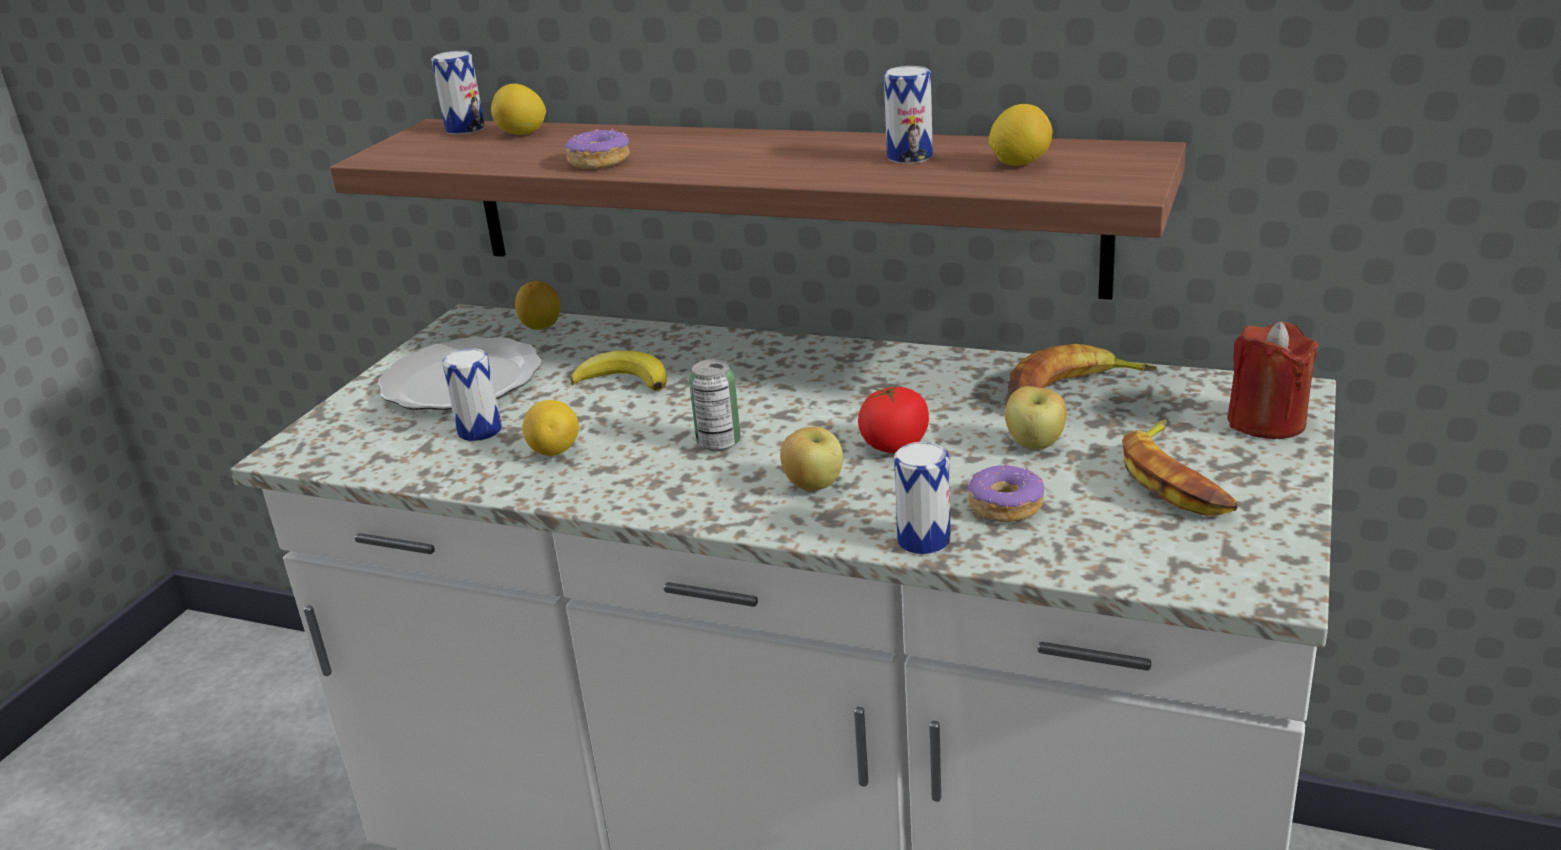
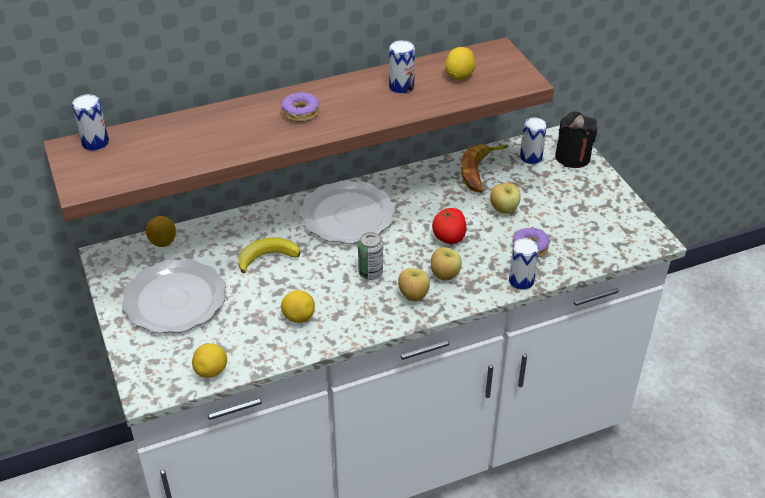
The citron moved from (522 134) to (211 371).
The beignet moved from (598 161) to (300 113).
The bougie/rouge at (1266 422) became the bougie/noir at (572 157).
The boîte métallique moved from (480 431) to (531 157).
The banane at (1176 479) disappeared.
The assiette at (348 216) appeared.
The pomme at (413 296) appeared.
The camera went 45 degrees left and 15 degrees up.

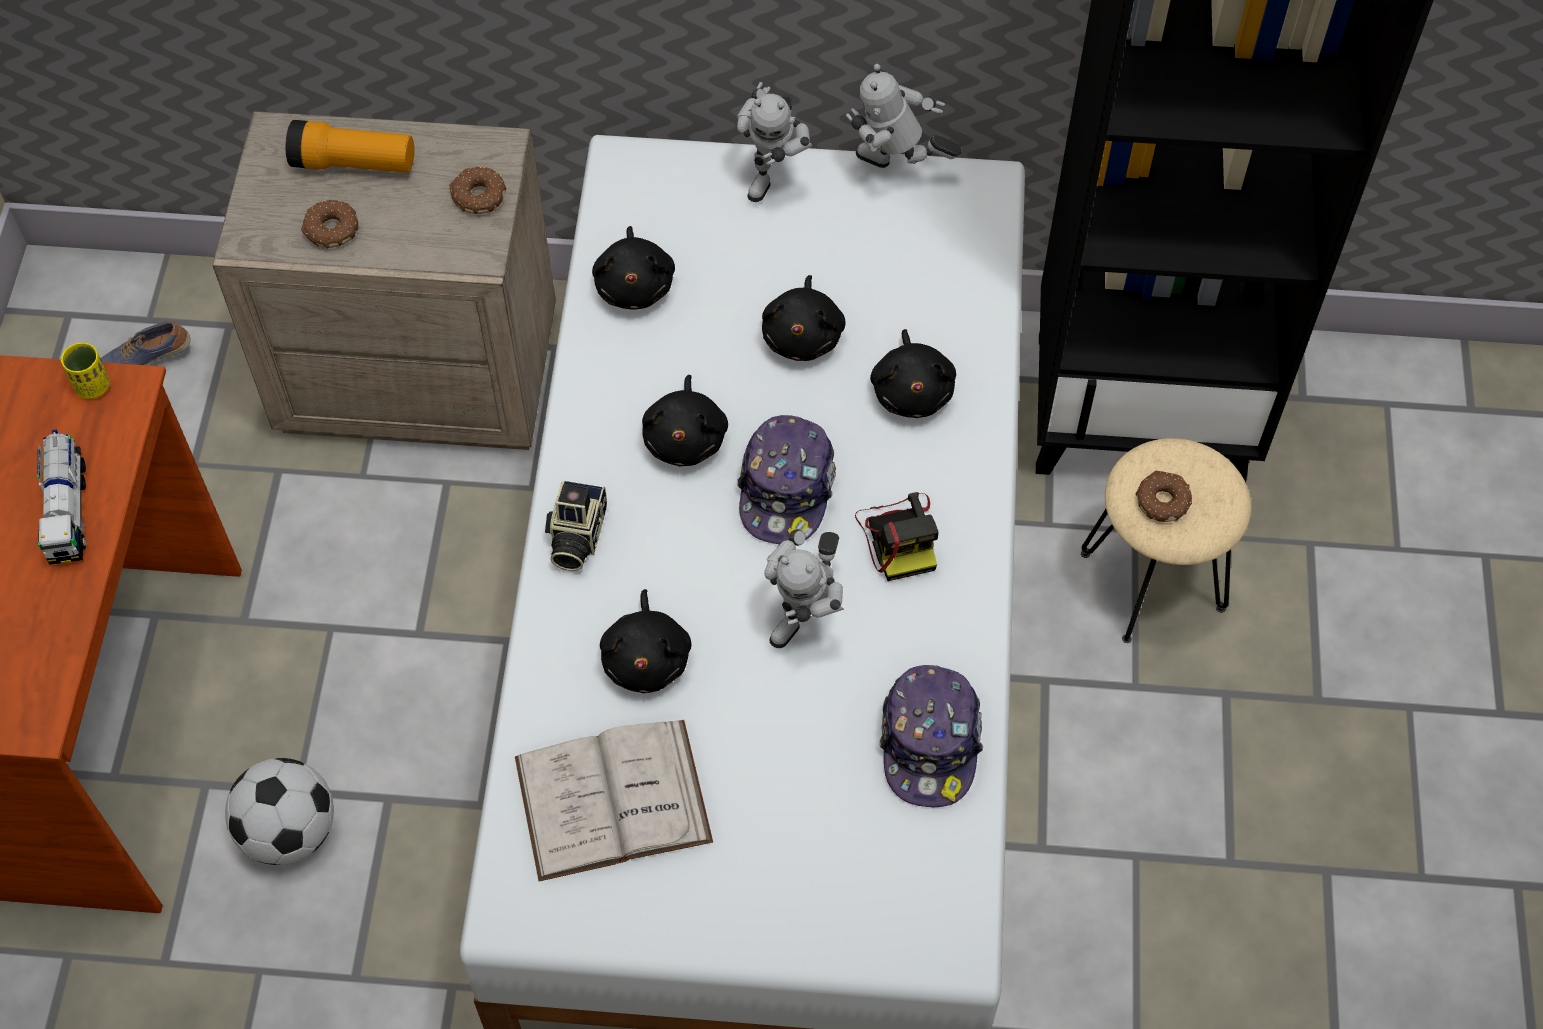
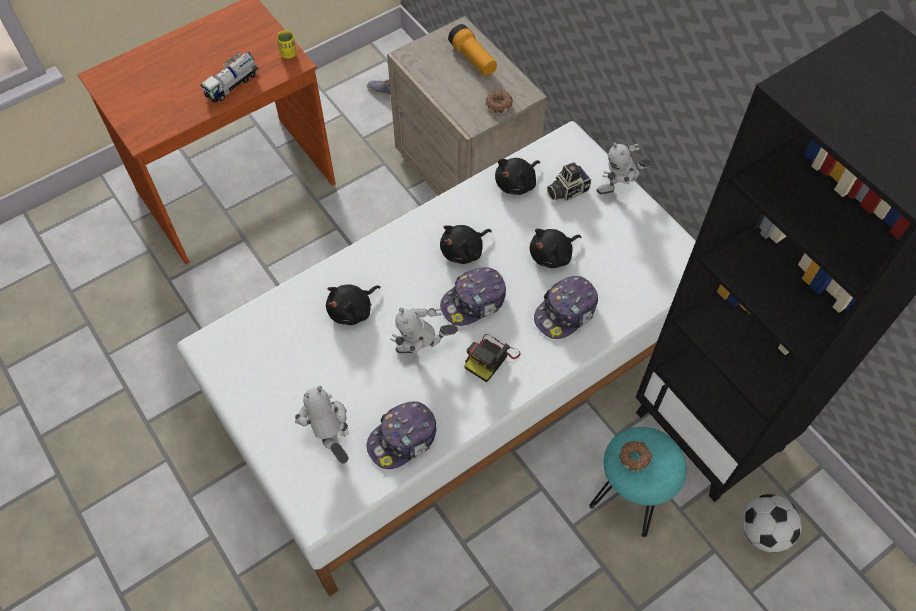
The robot jouet moved from (896 172) to (331 440).
The beignet at (331 230) disappeared.
The peluche/noir at (912 390) was replaced by the casquette at (566 312).
The tabouret/beige at (1152 579) became the tabouret/turquoise at (630 496).
The appareil photo moved from (575 536) to (566 190).
The livre/blanc at (612 799) disappeared.
The ballon de foot moved from (290 831) to (763 531).
The camera went 50 degrees right and 0 degrees up.

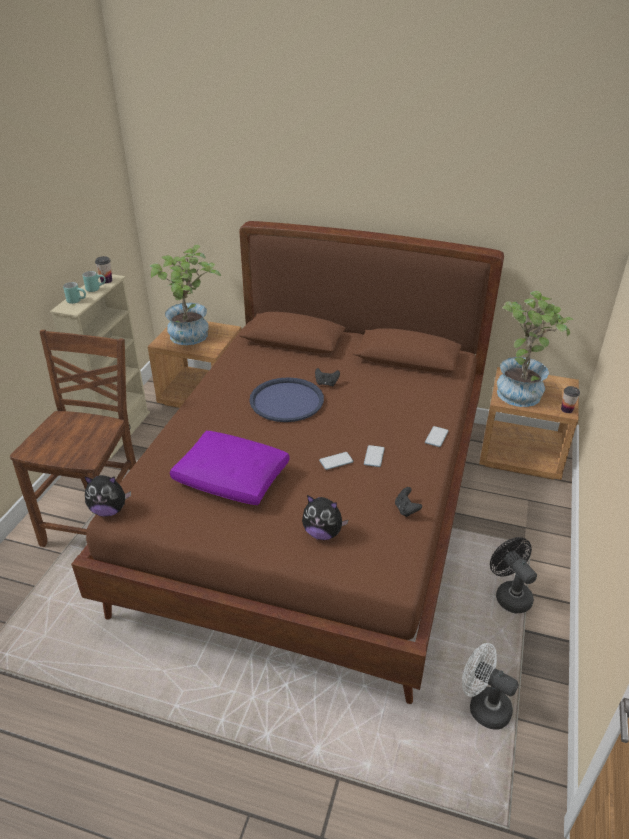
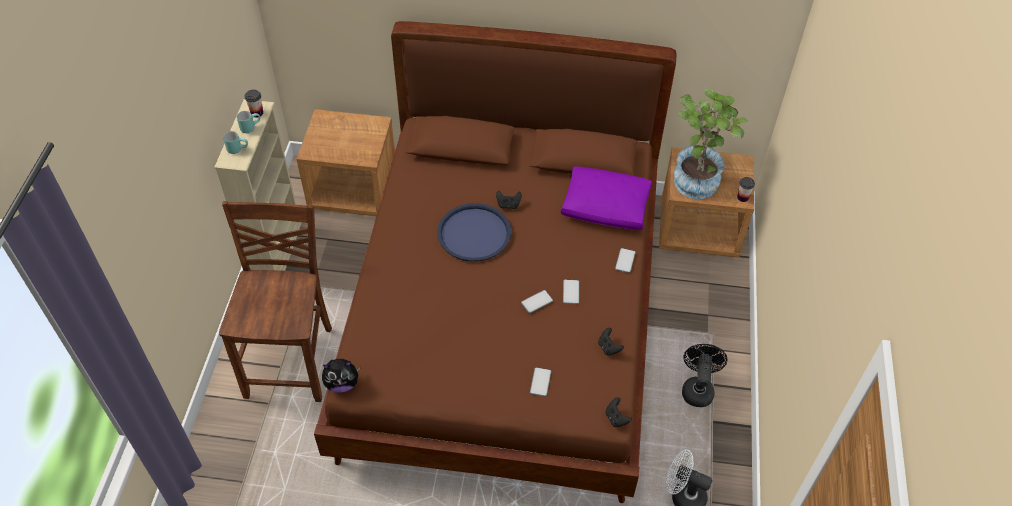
The plante en pot at (191 338) disappeared.
The coussin/violet moved from (232 478) to (606 206).
The peluche at (323 533) was replaced by the téléphone at (540 382).
The ventilateur/noir at (509 594) turned 45 degrees clockwise.
The manette/noir at (616 418) appeared.
The camera went 10 degrees left and 15 degrees up.

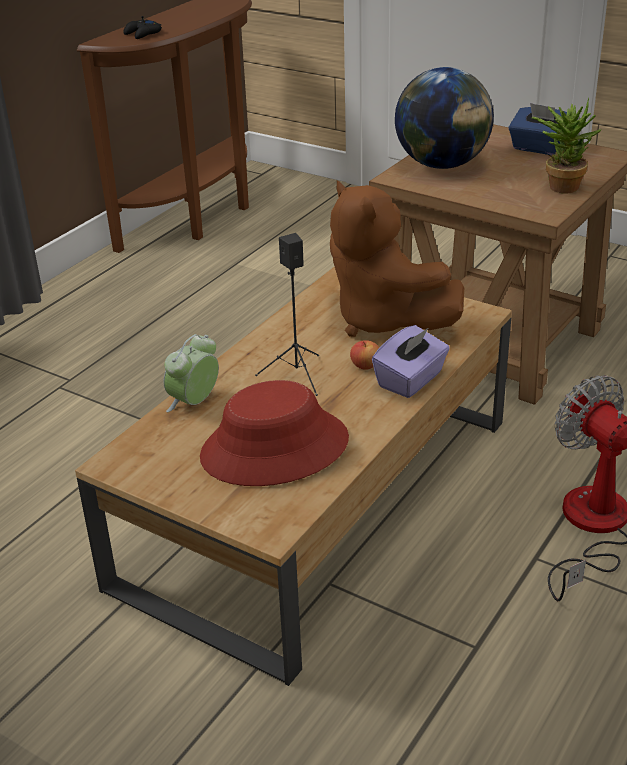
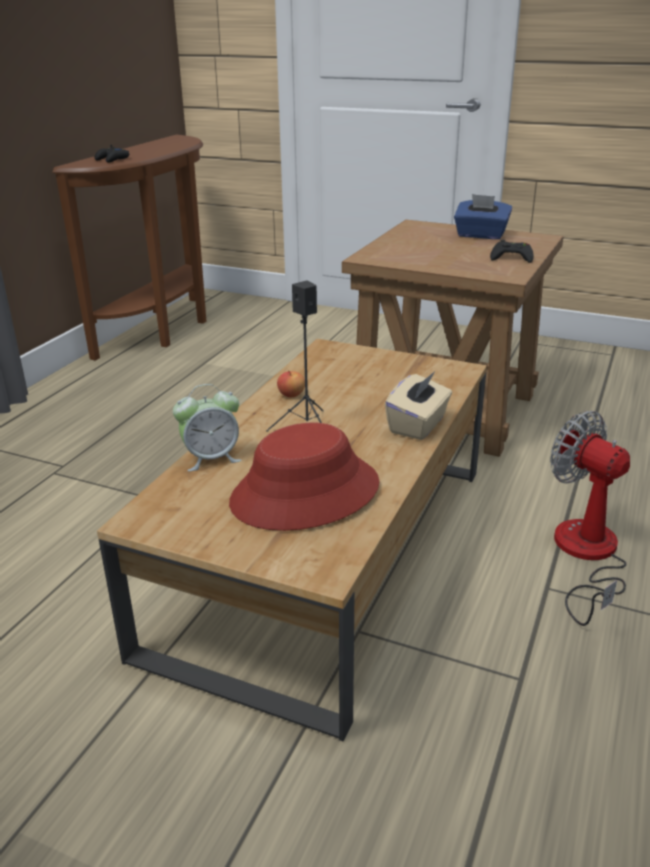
The globe at (442 165) disappeared.
The plante en pot at (560 185) was replaced by the manette/noir at (511 257).
The peluche/marron at (383 320) disappeared.
The boîte à mouchoirs/violet at (411 380) became the boîte à mouchoirs/beige at (418 425).
The réveil at (194 403) turned 135 degrees counterclockwise.
The pomme moved from (365 366) to (291 394).
The camera went 10 degrees left and 5 degrees down.

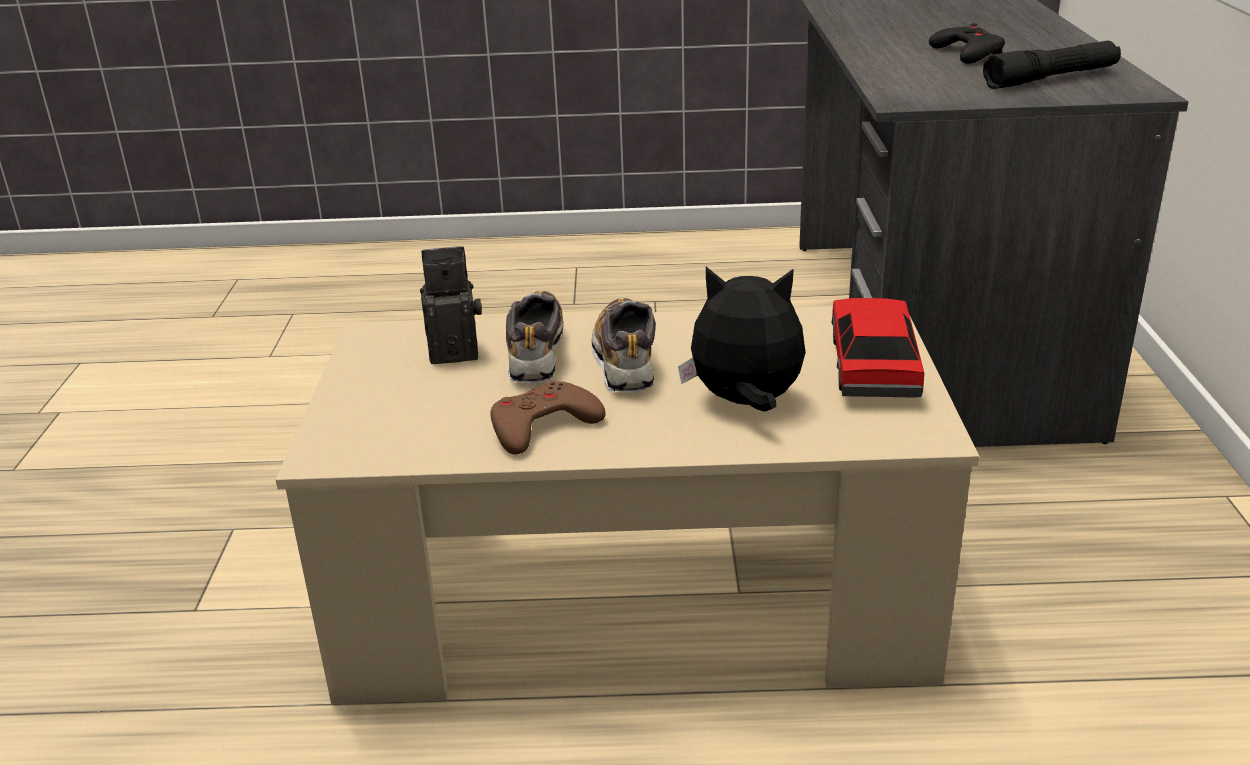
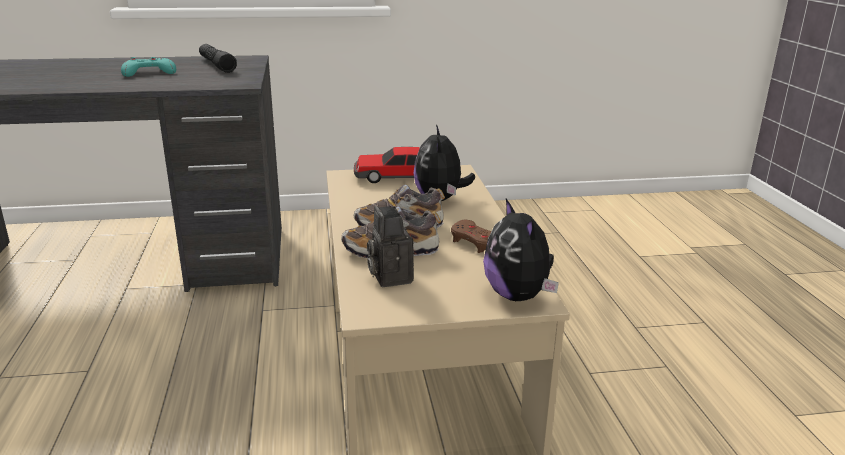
The manette/noir at (967 53) became the manette/turquoise at (149 73).
The peluche at (518 295) appeared.
The camera went 100 degrees left and 5 degrees down.

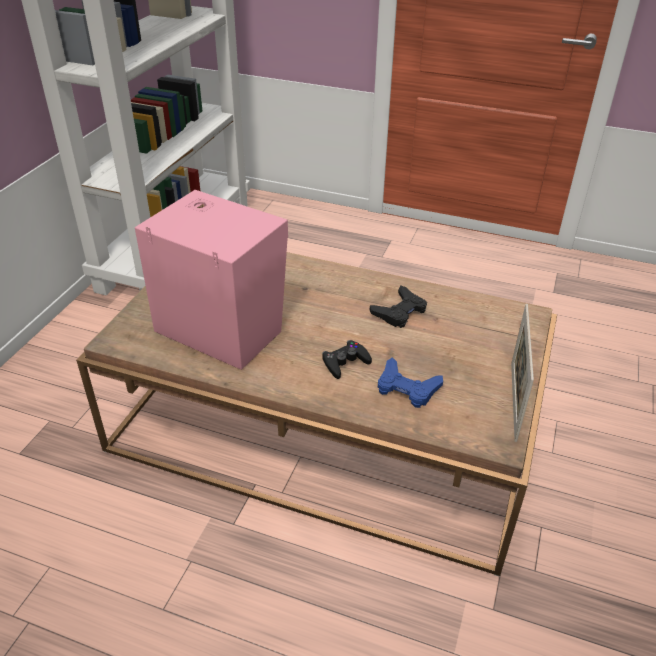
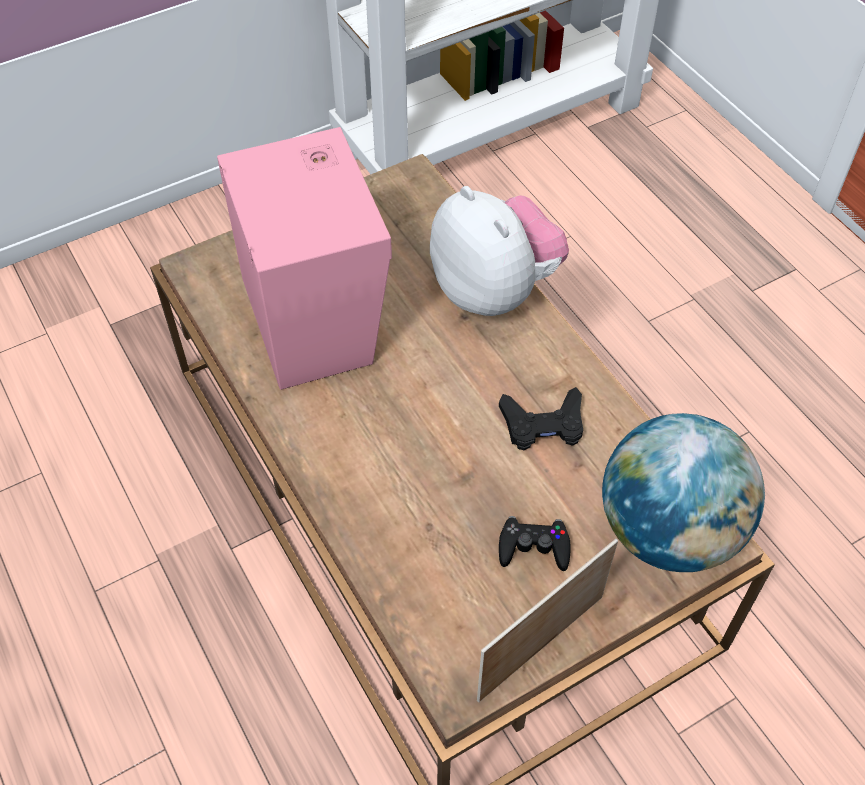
The manette/noir moved from (345 363) to (533 547).
The manette/bleu at (407 388) disappeared.
The peluche at (494 290) appeared.
The globe at (668 531) appeared.
The camera went 40 degrees right and 15 degrees up.

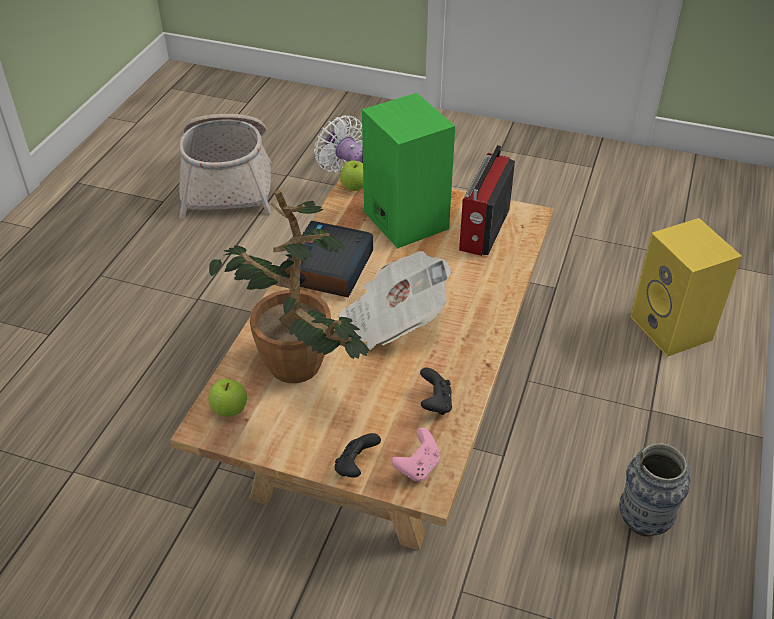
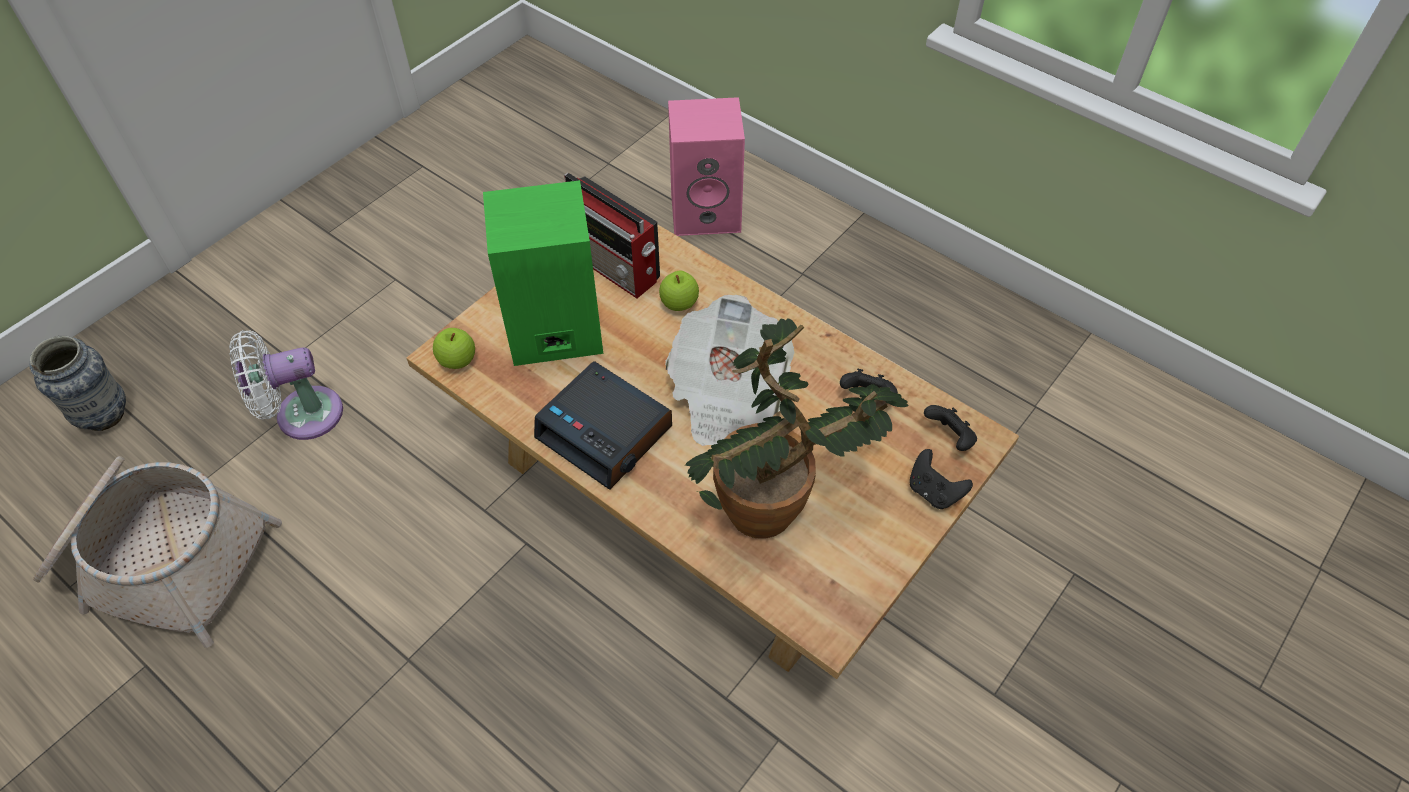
The enceinte/jaune at (673 329) became the enceinte/rose at (707 212).
The pomme moved from (229 410) to (679 304).
The manette/rose at (418 467) became the manette/noir at (949 438).
The vase moved from (643 521) to (104 416).
The camera went 70 degrees left and 10 degrees up.

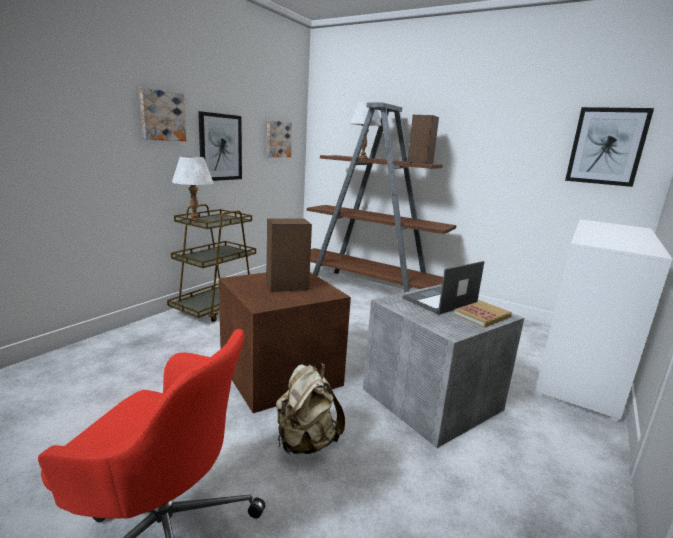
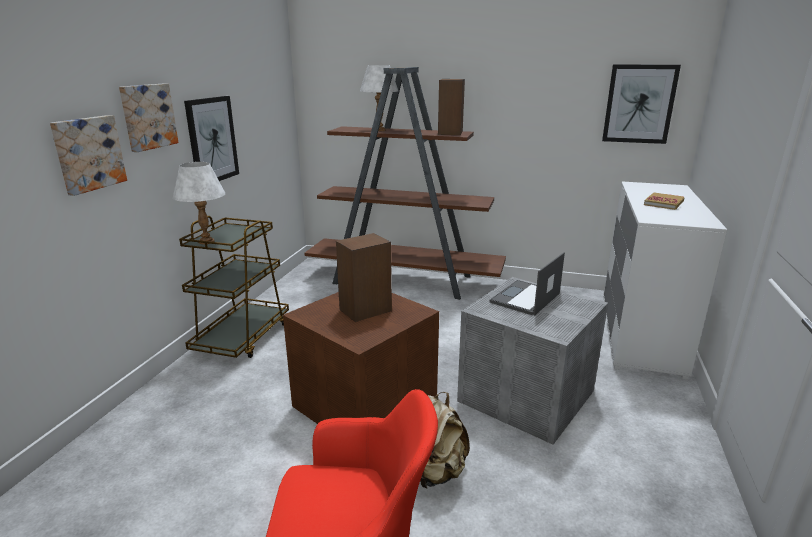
The tableau moved from (278 139) to (88 153).
The livre moved from (482 316) to (663 203).
The camera went 15 degrees left and 5 degrees up.

